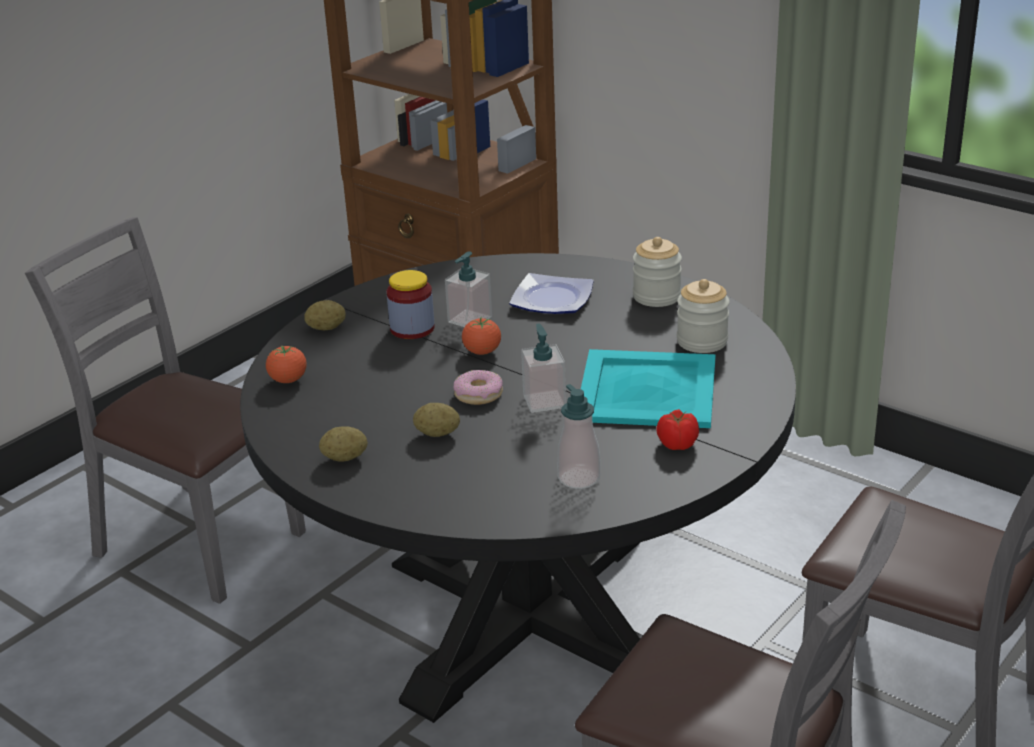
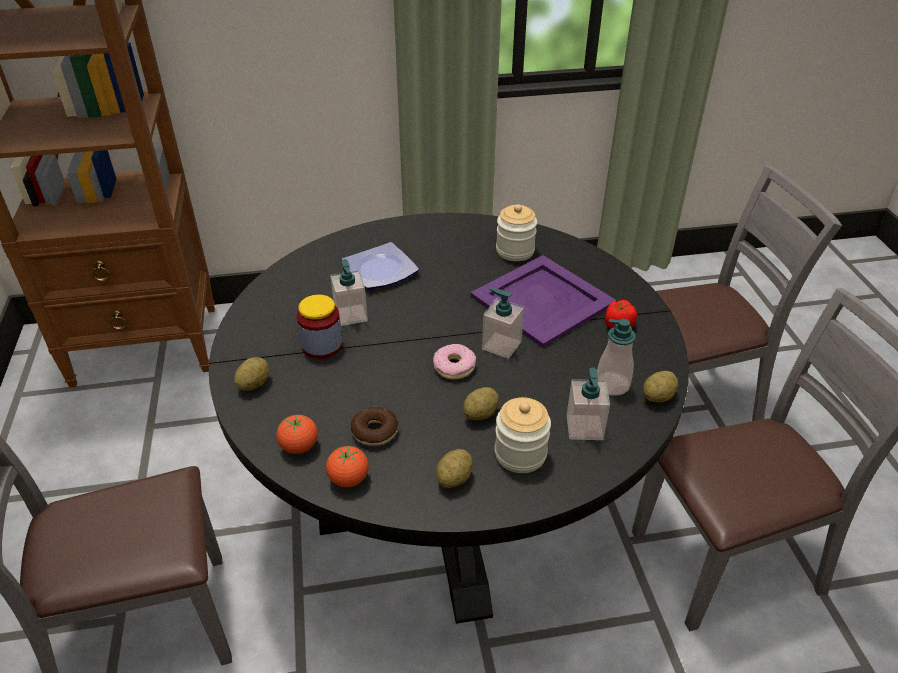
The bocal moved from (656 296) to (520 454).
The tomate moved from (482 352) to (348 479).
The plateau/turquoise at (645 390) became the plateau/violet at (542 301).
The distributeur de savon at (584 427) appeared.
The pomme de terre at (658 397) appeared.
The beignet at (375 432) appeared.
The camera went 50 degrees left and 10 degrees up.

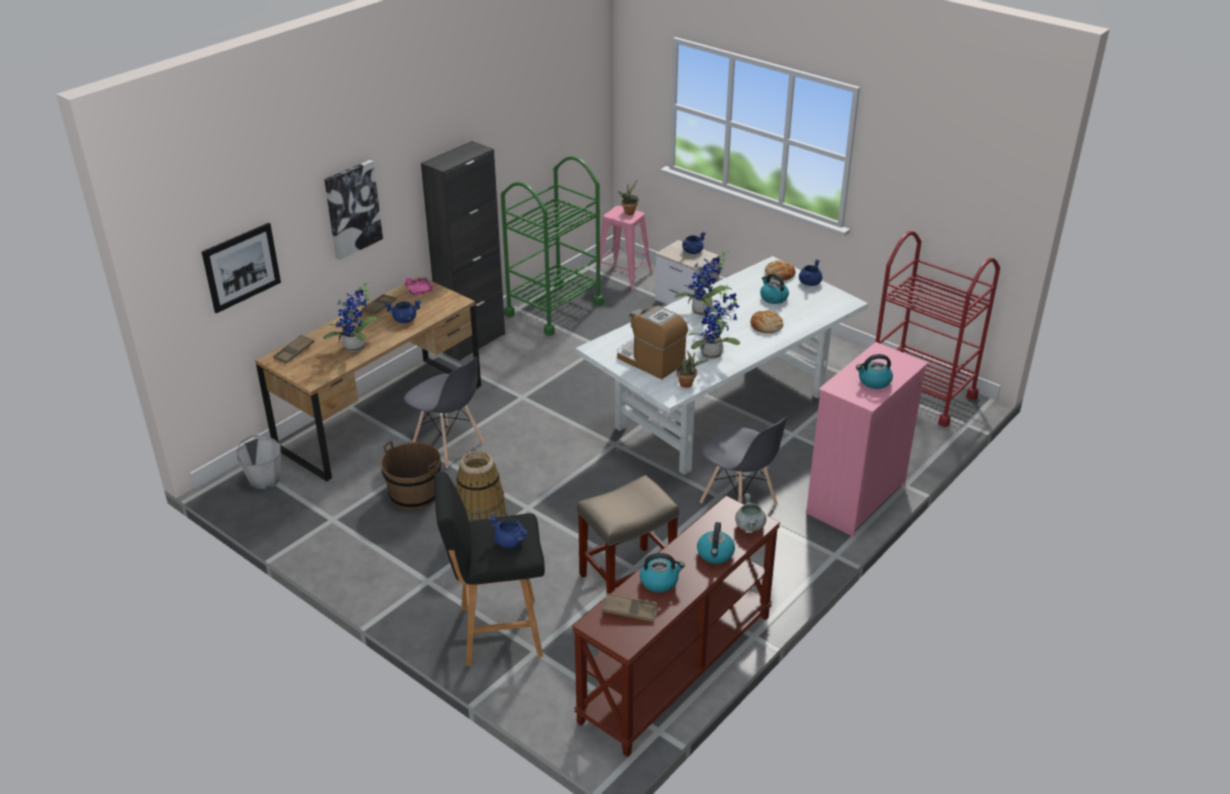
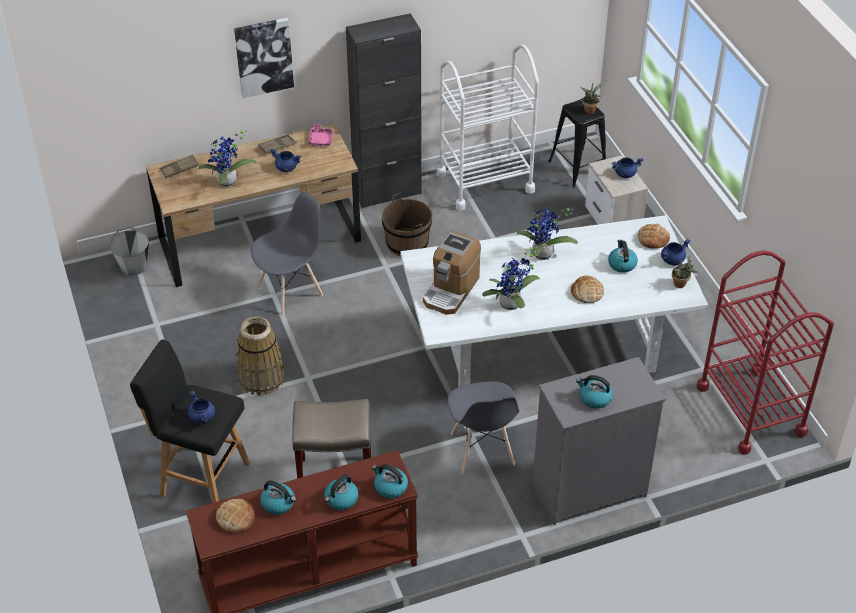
The chariot/vert at (554 309) became the chariot/blanc at (485 182).
The tabouret/rose at (623 276) became the tabouret/noir at (578 167).
The tableau at (241 267) disappeared.
The machine à café at (650 361) turned 135 degrees counterclockwise.
The commode/rose at (854 499) became the commode/gris at (587 490).
The plante en pot moved from (688 384) to (681 285).
The chaise/gris at (448 445) turned 105 degrees counterclockwise.
The seau/marron moved from (414 495) to (407 243).
The marmite/gris at (750 526) was replaced by the bouilloire at (390 487).
The plateau/marron at (629 610) was replaced by the pain at (236 518).
The camera went 30 degrees right and 10 degrees up.

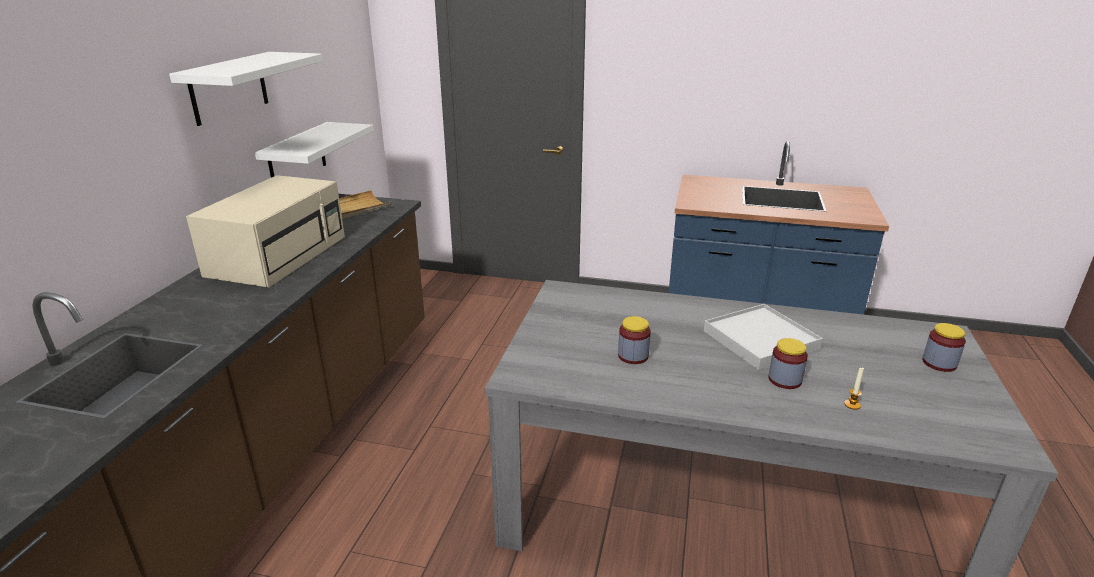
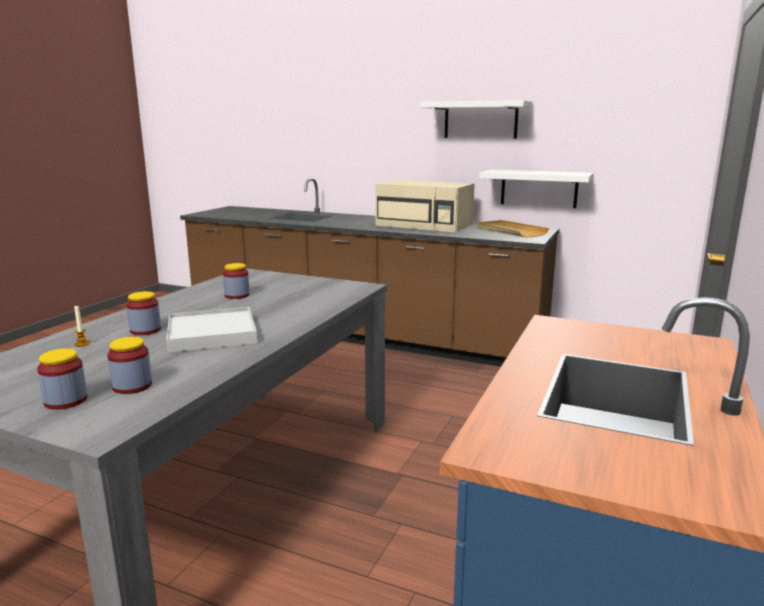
The bocal at (132 386) appeared.
The camera went 100 degrees right and 10 degrees down.

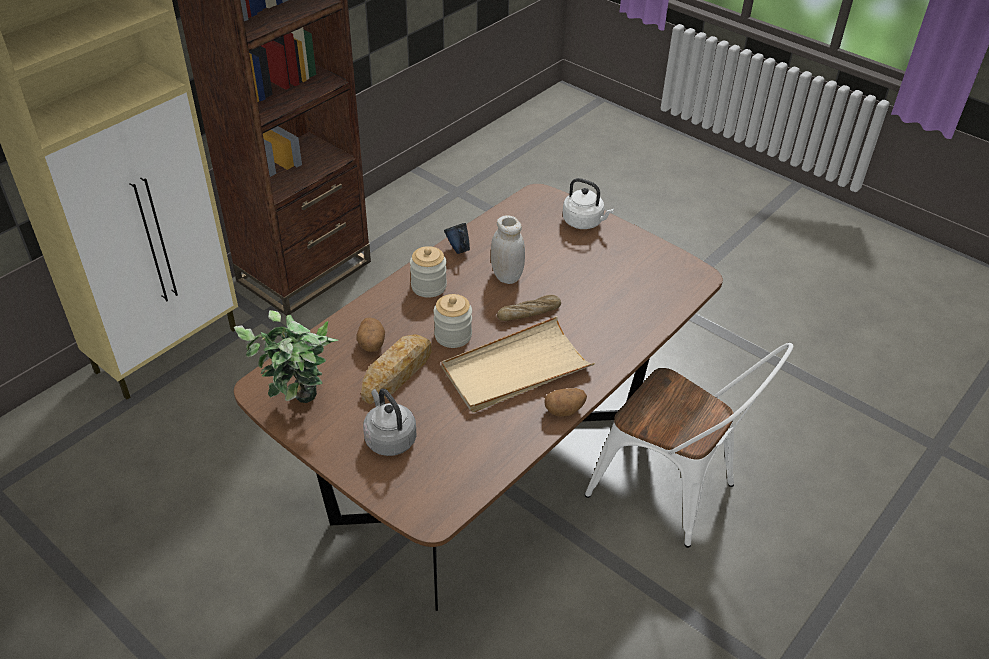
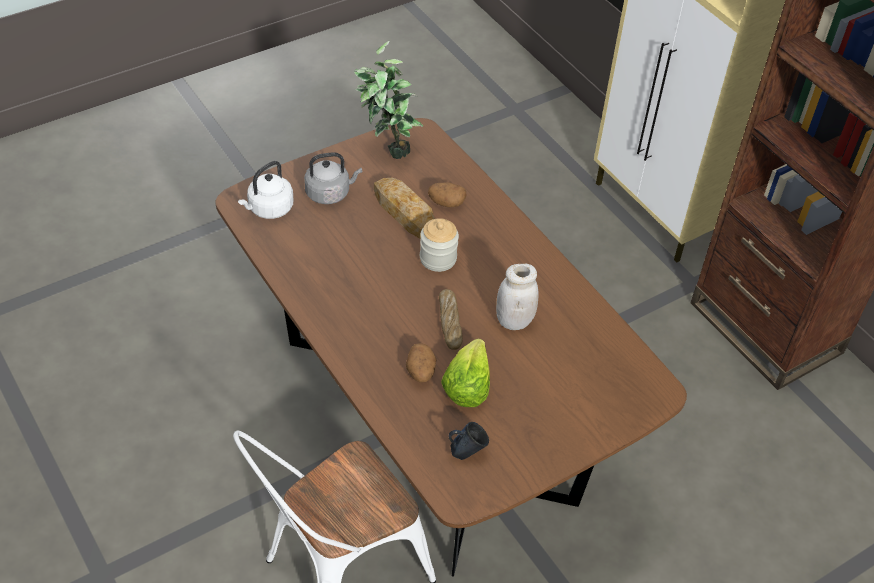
The bouilloire/blanc moved from (584 222) to (268 209).
The mug/bleu moved from (458 250) to (466 452).
The bocal at (429 286) disappeared.
The plateau/beige at (516 369) disappeared.
The pomme de terre moved from (564 410) to (420 372).
The laitue at (466 386) appeared.
The camera went 105 degrees right and 5 degrees up.

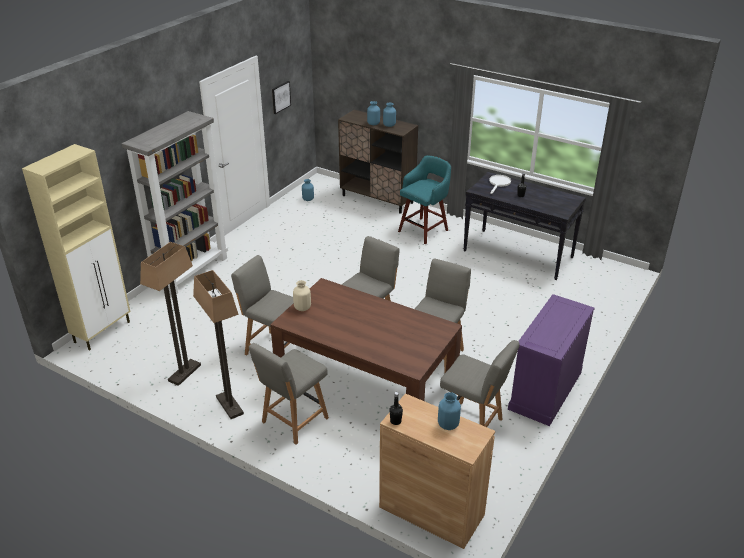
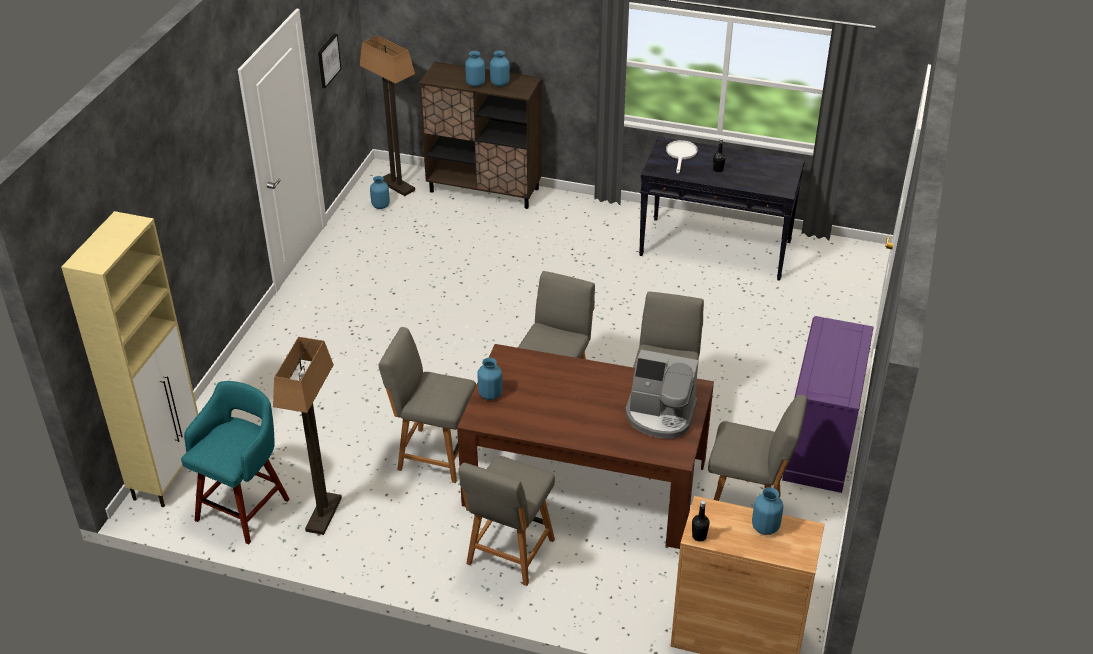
The bibliothèque/gris at (191 272) disappeared.
The tabouret/turquoise moved from (424 230) to (244 508).
The lampadaire moved from (229 405) to (396 186).
The vase/beige at (302 308) became the vase/bleu at (490 394).
The machine à café at (660 415) appeared.
The camera went 15 degrees left and 5 degrees up.

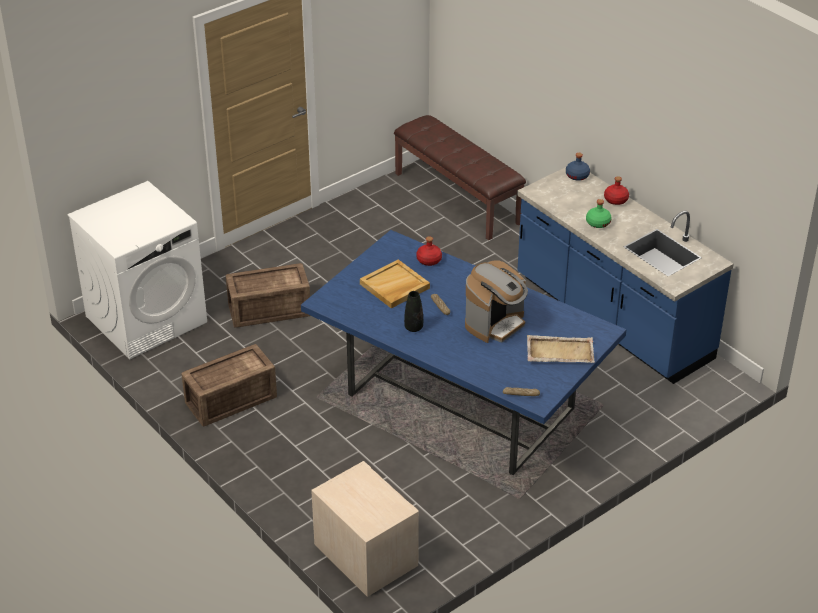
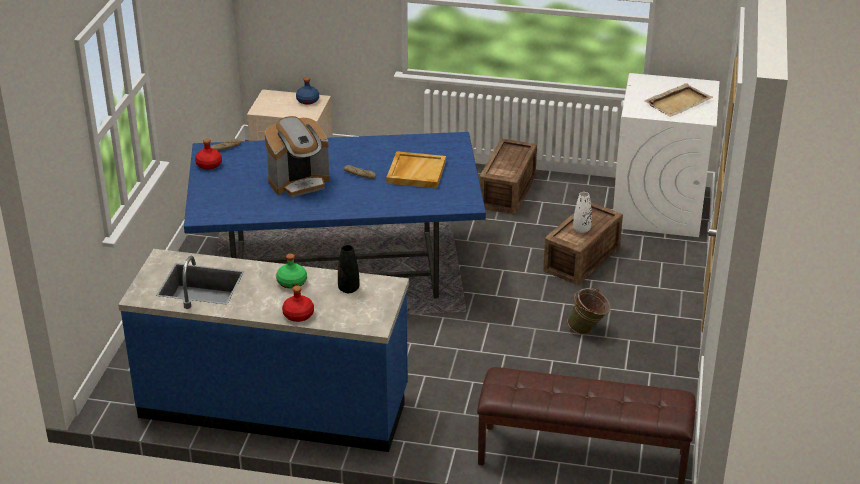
The bouteille/bleu moved from (577 175) to (307 101).
The bouteille/rouge moved from (429 260) to (208 165).
The machine à café at (495 324) turned 120 degrees counterclockwise.
The vase/noir moved from (413 328) to (348 289).
The plateau/beige moved from (559 351) to (678 102).
The vase/blanc at (581 229) appeared.
The seau/vert at (588 330) appeared.
The camera went 140 degrees right and 5 degrees down.

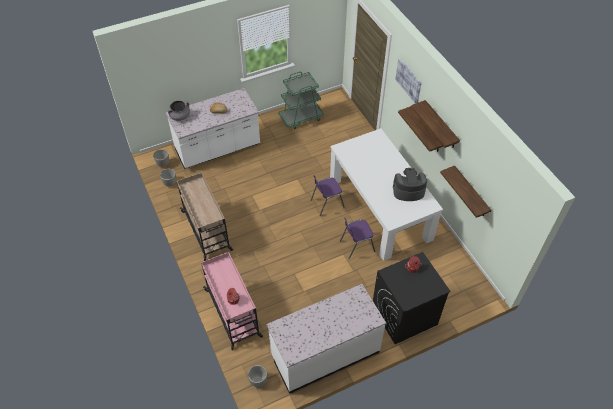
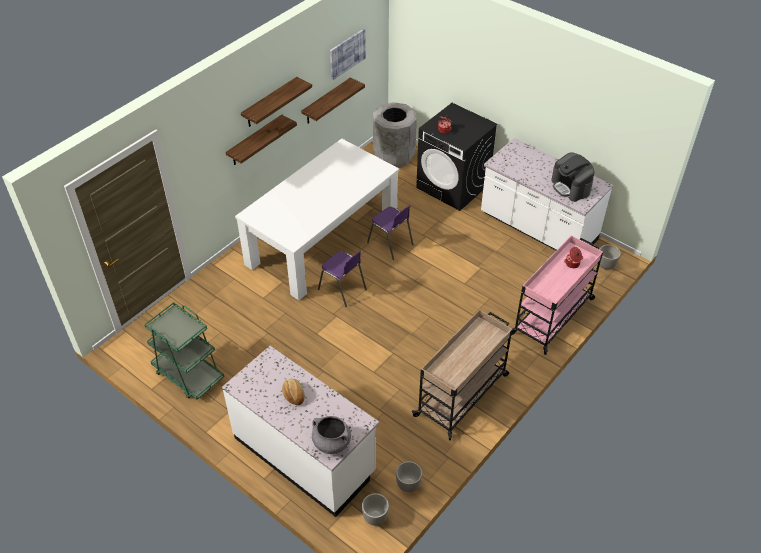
The tableau moved from (408 81) to (347 53).
The machine à café moved from (408 191) to (571 187).
The poubelle/gris at (393 156) appeared.
The camera went 115 degrees left and 5 degrees down.

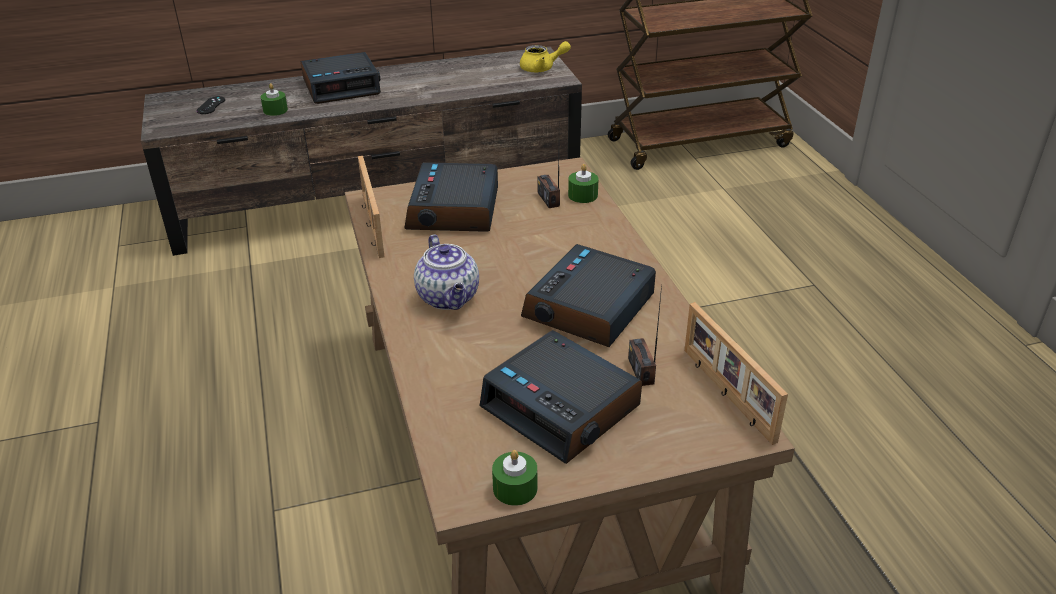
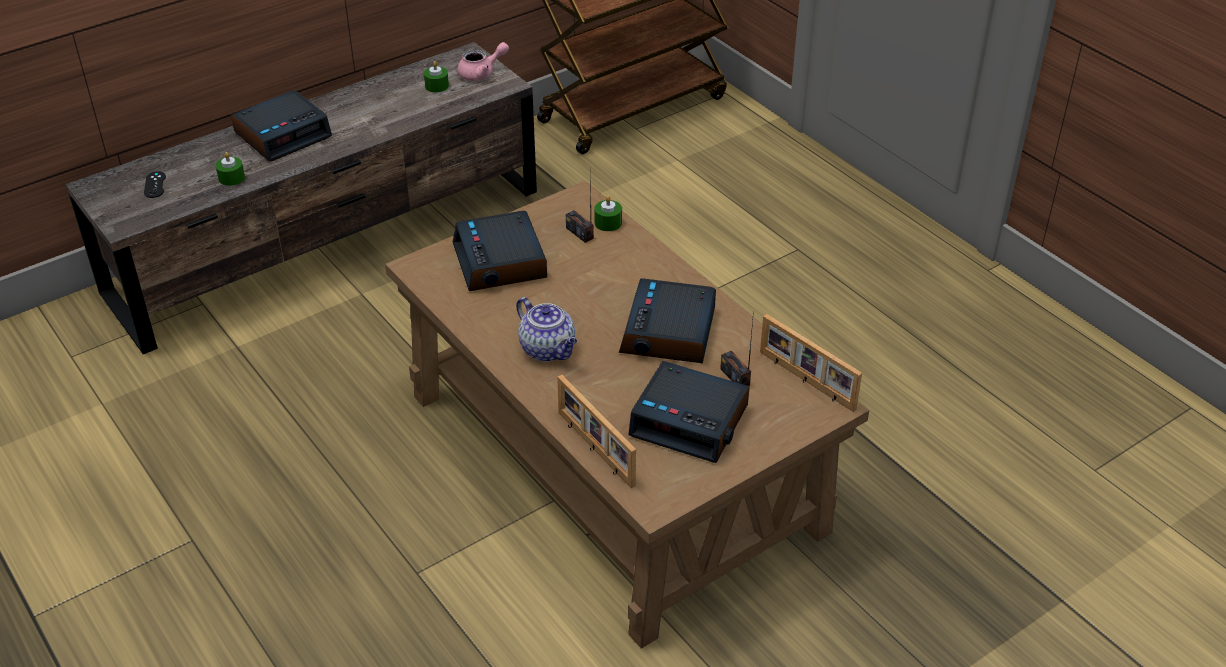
The théière/jaune at (542 68) became the théière/rose at (481 73).
The cadre photo moved from (371 226) to (594 449).
The bougie/vert moved from (515 488) to (437 86).
The camera went 20 degrees left and 5 degrees up.

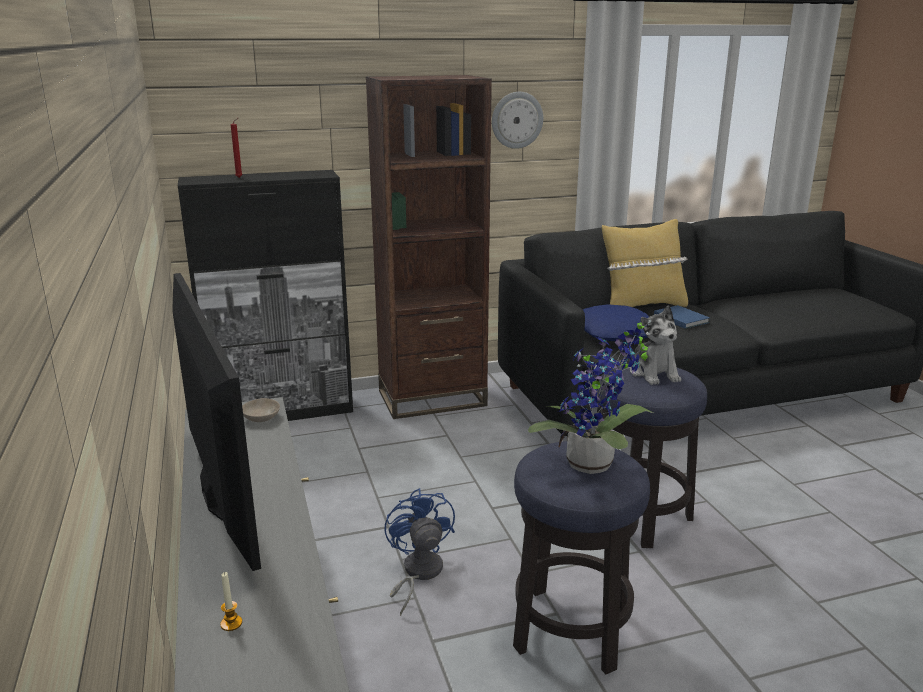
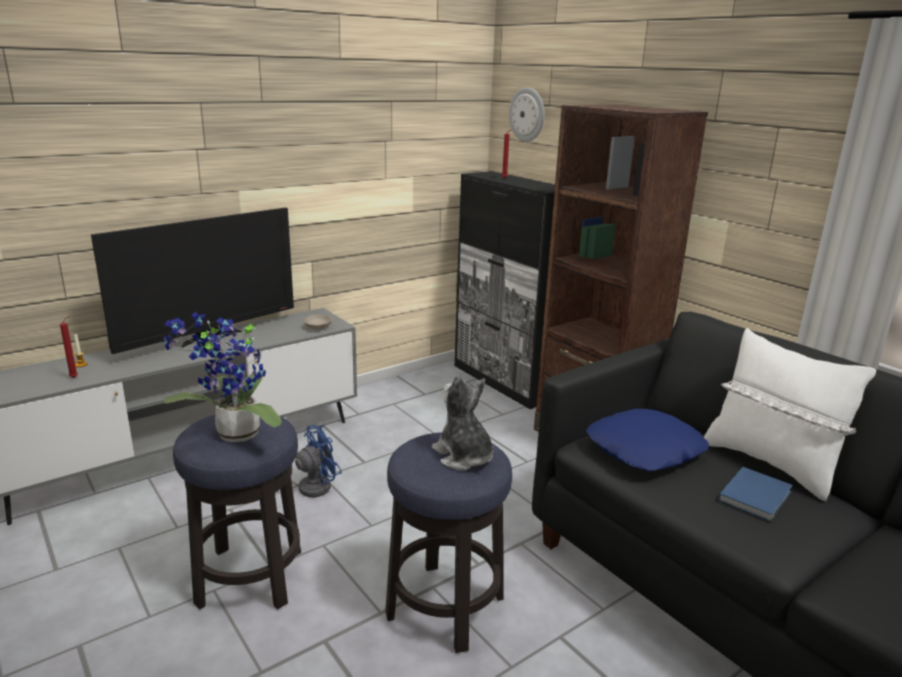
The horloge murale moved from (516 120) to (527 114).
The coussin/jaune at (641 307) became the coussin/blanc at (769 464).
The peluche at (653 373) turned 90 degrees clockwise.
The bougie/rouge at (75 377) appeared.
The camera went 70 degrees right and 0 degrees up.

